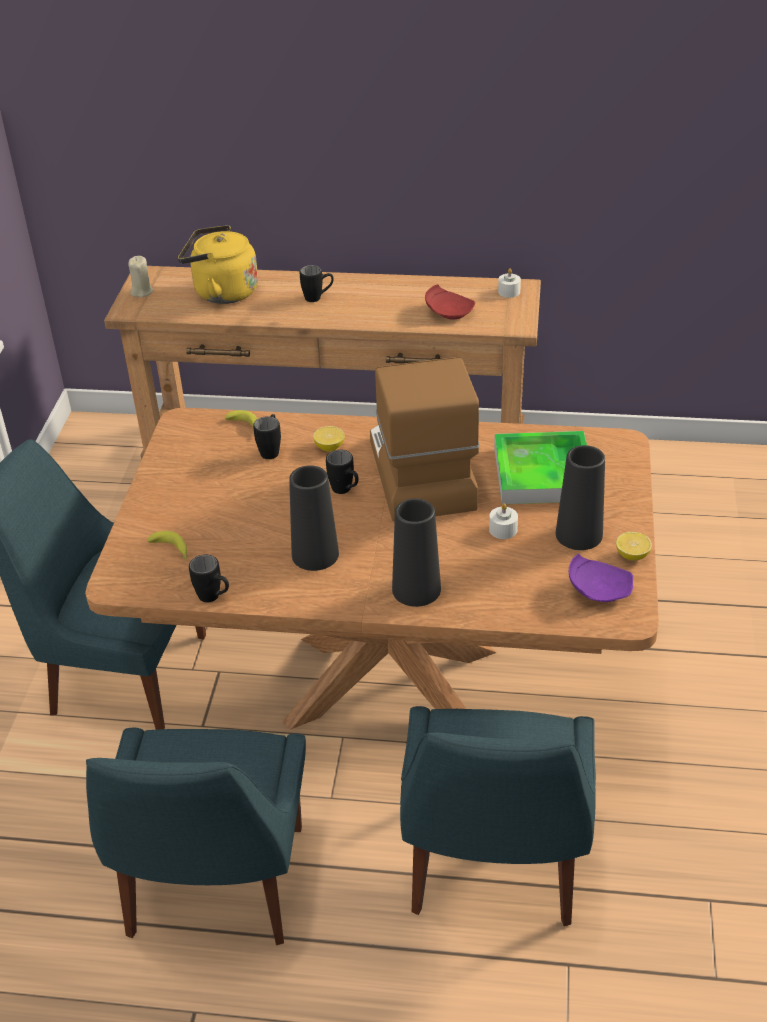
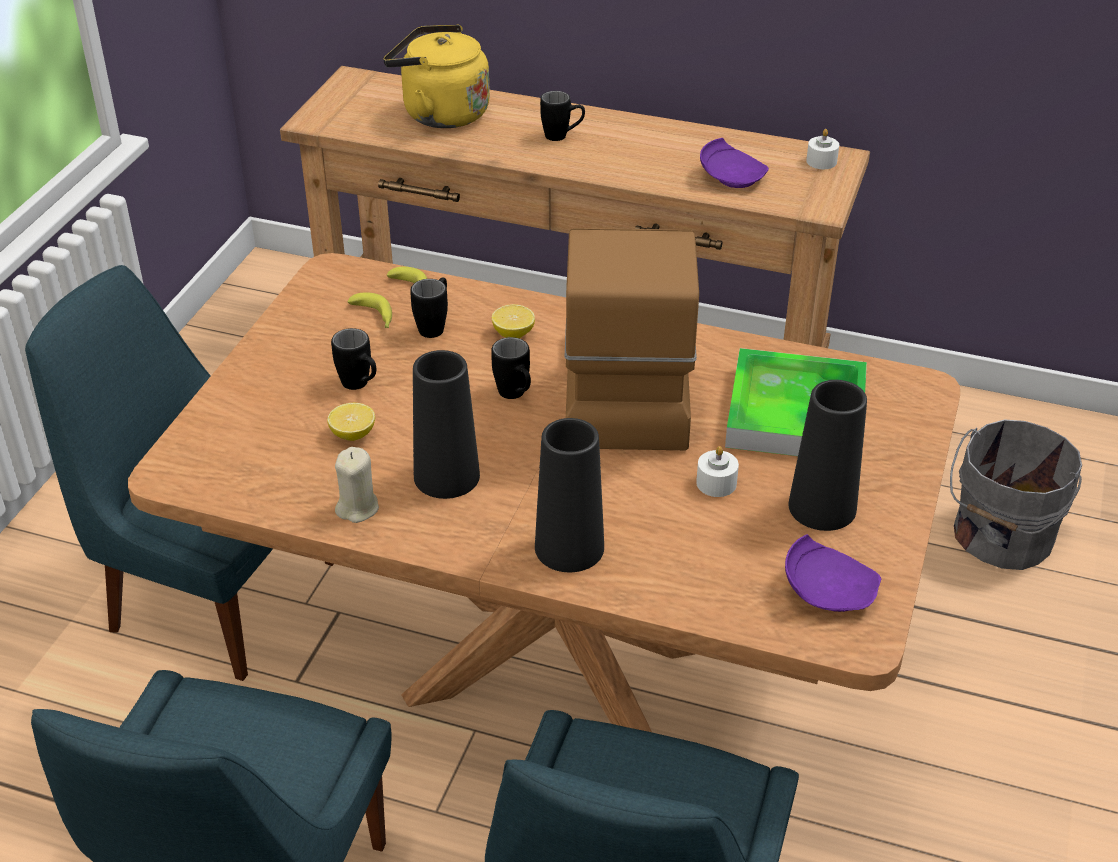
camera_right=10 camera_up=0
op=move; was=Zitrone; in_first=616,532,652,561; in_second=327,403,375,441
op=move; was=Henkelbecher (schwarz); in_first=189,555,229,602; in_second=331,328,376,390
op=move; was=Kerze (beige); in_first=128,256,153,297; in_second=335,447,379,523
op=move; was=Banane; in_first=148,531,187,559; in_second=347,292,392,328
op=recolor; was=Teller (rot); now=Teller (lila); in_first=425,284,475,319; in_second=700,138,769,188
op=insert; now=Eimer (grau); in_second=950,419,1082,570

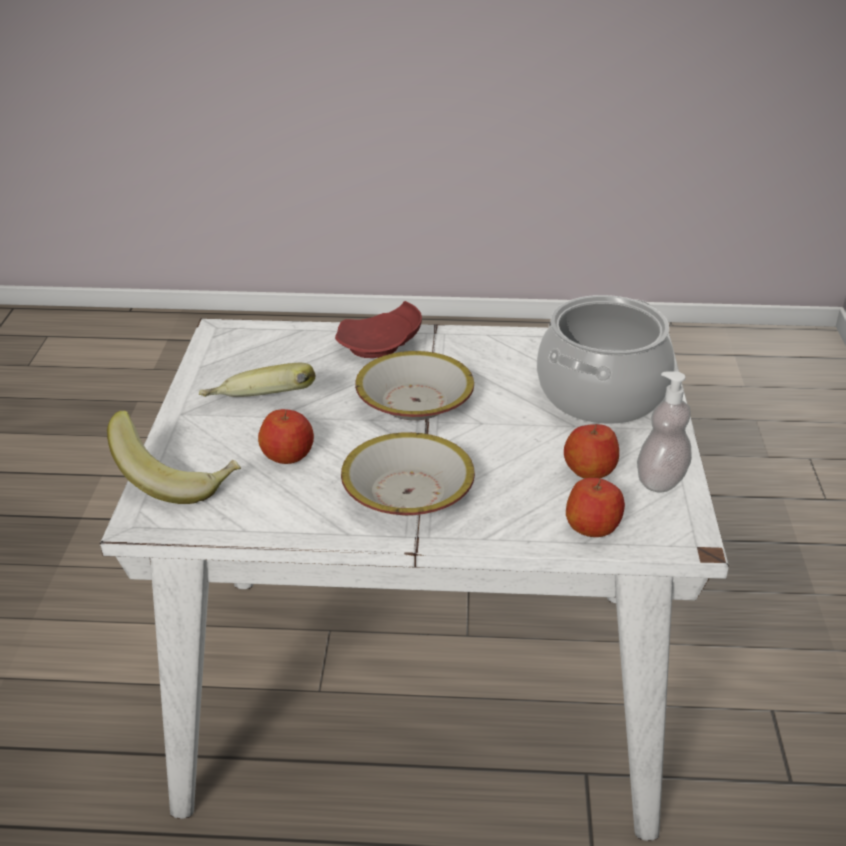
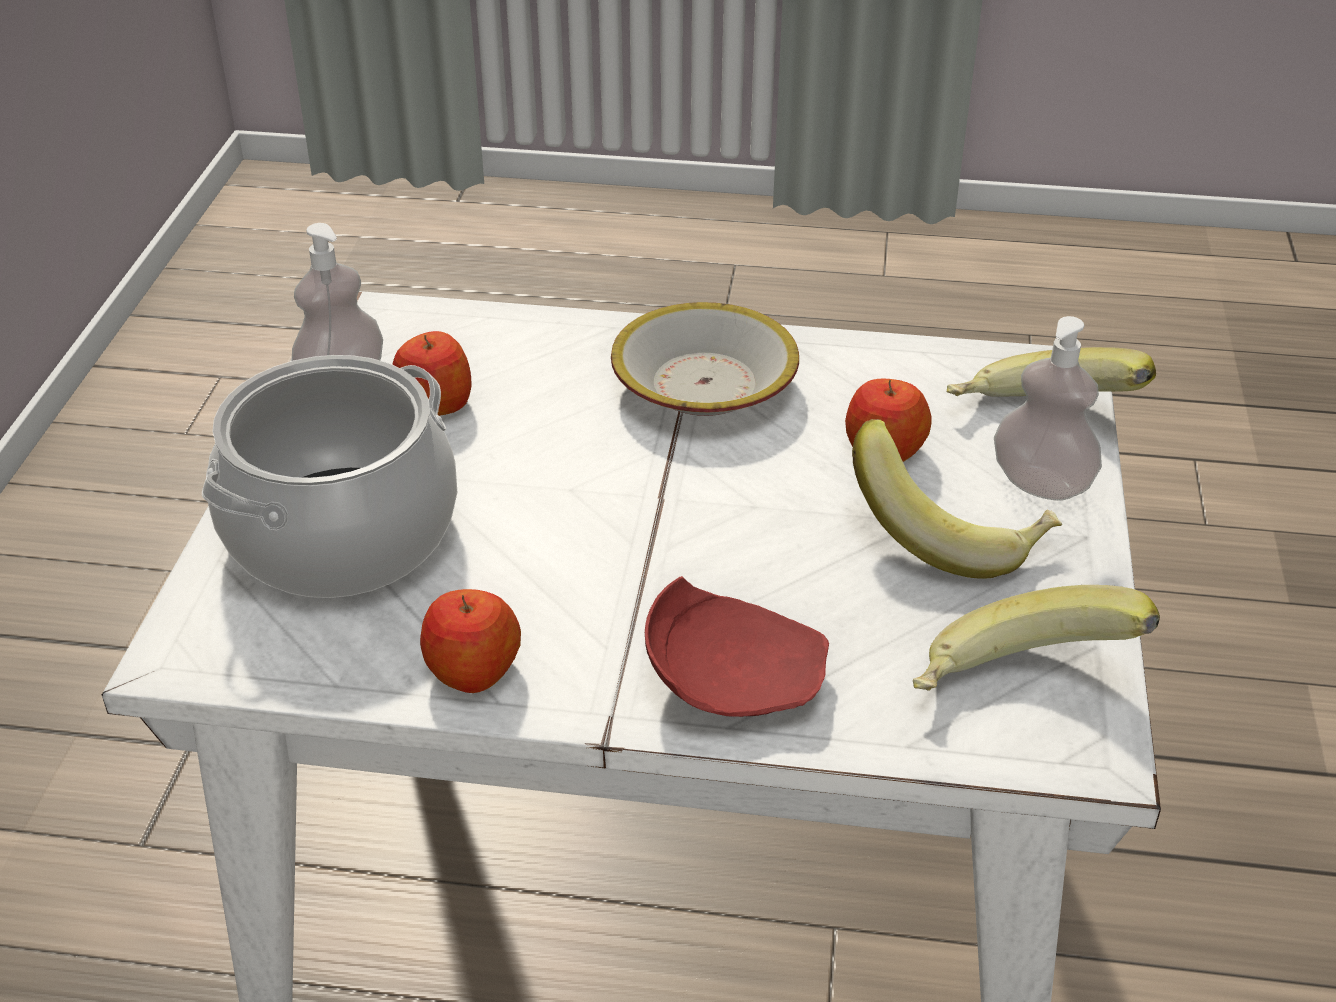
camera_right=-175 camera_up=5
op=move; was=Apfel; in_first=566,478,625,537; in_second=420,589,521,693
op=insert; now=Banane; in_second=913,585,1160,691
op=insert; now=Seifenspender; in_second=994,316,1102,501
op=delete; was=Schüssel; in_first=355,351,474,420

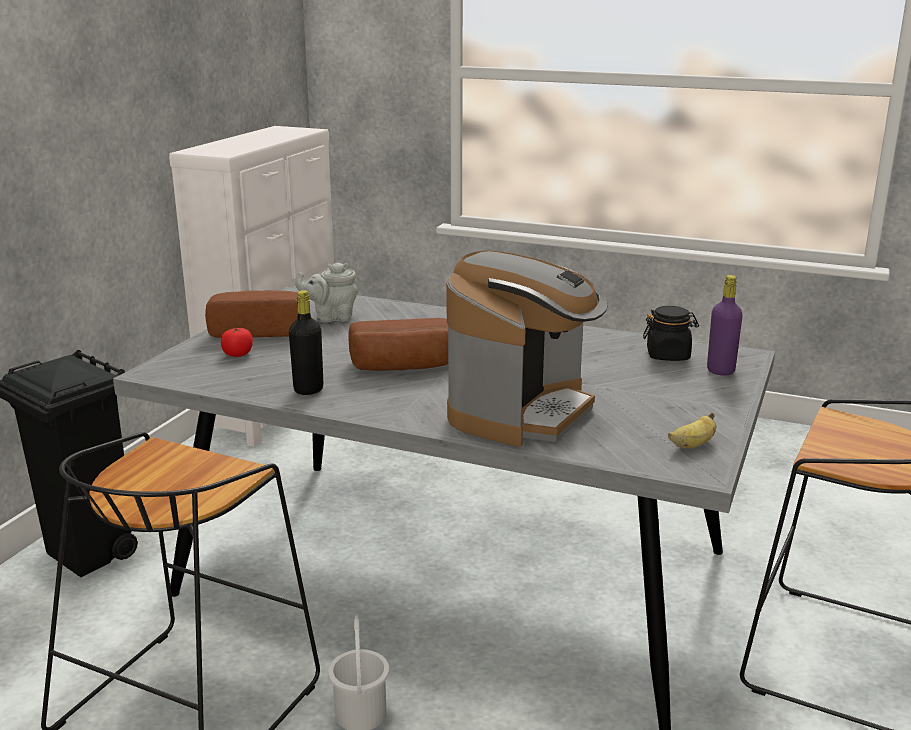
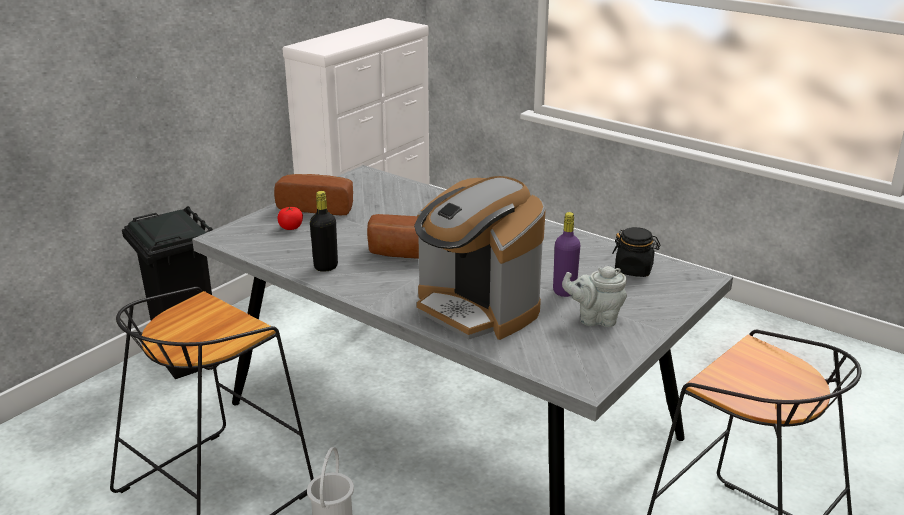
camera_right=15 camera_up=5
op=rotate; was=Kaffeemaschine; in_first=446,251,608,447; in_second=414,176,546,340; clockwise=90
op=move; was=Flasche (lila); in_first=707,275,743,376; in_second=553,212,580,297
op=move; was=Teekanne (grau); in_first=295,262,358,323; in_second=562,266,627,327
op=delete; was=Banane; in_first=668,413,716,448

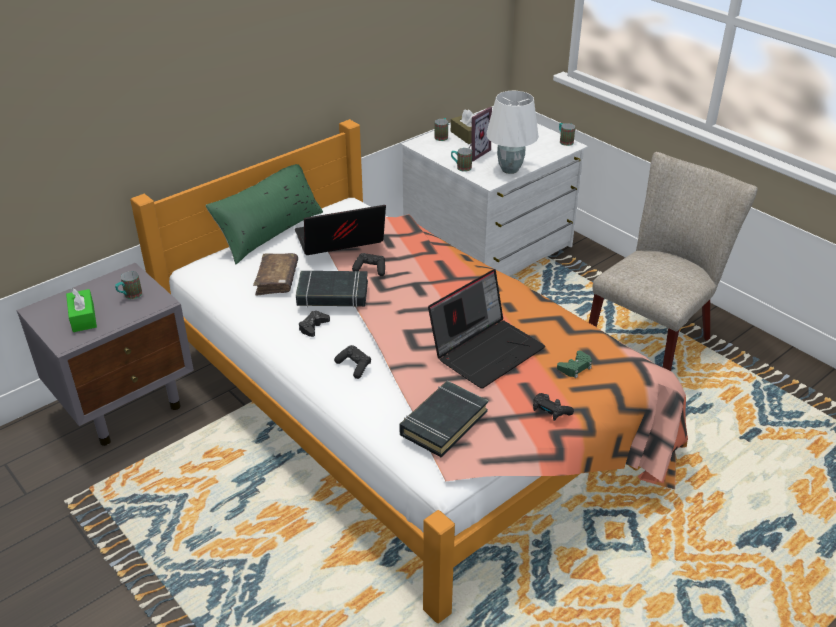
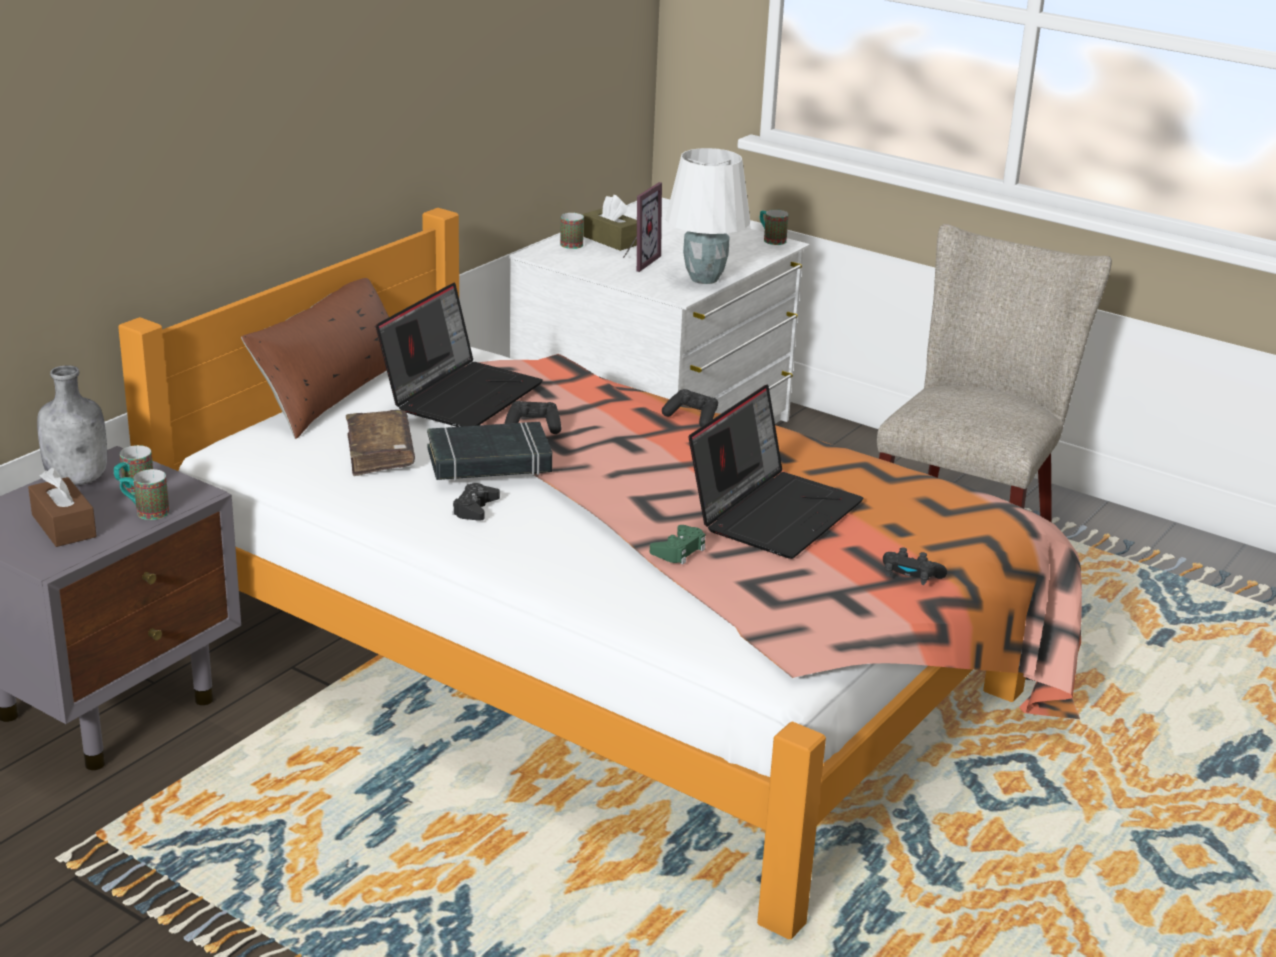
camera_right=-15 camera_up=-10
op=recolor; was=Taschentuchbox (grün); now=Taschentuchbox (braun); in_first=66,288,97,332; in_second=28,468,97,547
op=insert; now=Flasche (grau); in_second=37,365,107,486
op=move; was=Henkelbecher; in_first=451,148,472,172; in_second=120,469,169,520
op=recolor; was=Kissen (grün); now=Kissen (braun); in_first=205,164,323,264; in_second=241,278,389,439
op=rotate; was=Laptop; in_first=295,205,386,255; in_second=376,283,543,427; clockwise=150
op=move; was=Gamepad (grün); in_first=557,350,592,378; in_second=650,525,705,564
op=move; was=Gamepad (schwarz); in_first=334,345,371,379; in_second=662,389,718,427
op=delete; was=Buch (schwarz); in_first=399,381,488,457

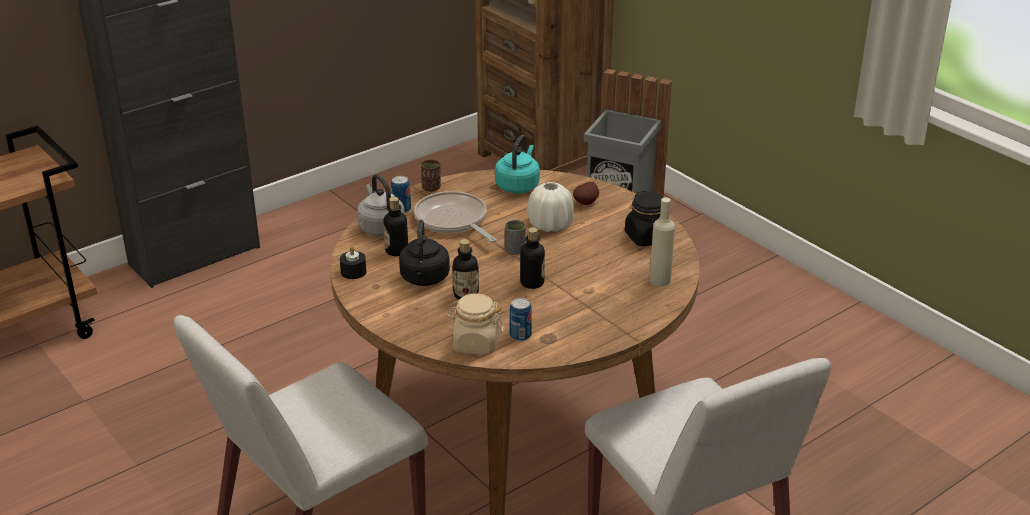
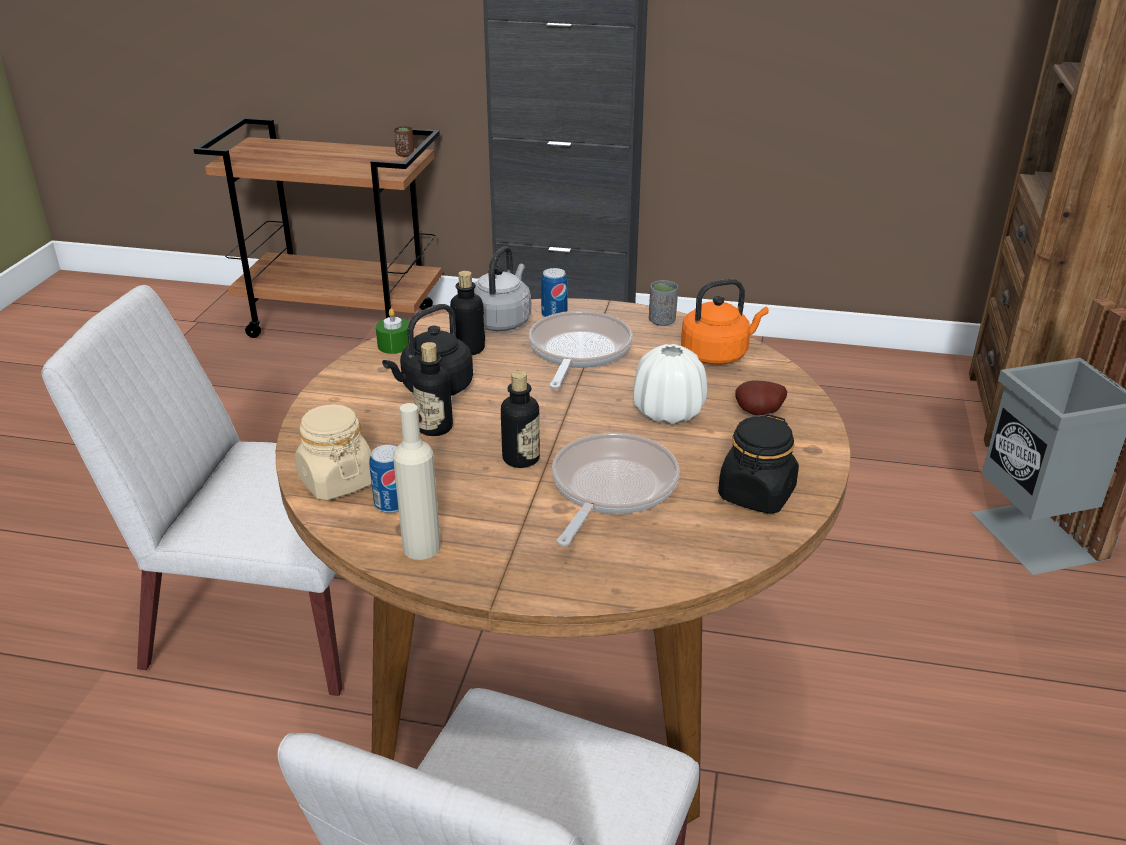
camera_right=50 camera_up=0
op=recolor; was=Kerze (schwarz); now=Kerze (grün); in_first=340,246,366,279; in_second=376,308,410,354
op=move; was=Flasche (beige); in_first=649,197,675,287; in_second=393,403,441,560
op=move; was=Tasse (braun); in_first=421,160,441,192; in_second=394,126,414,157
op=insert; now=Pfanne; in_second=552,433,680,546
op=move; was=Tasse (grau); in_first=505,220,526,255; in_second=649,280,678,326
op=recolor; was=Wasserkessel (türkis); now=Wasserkessel (orange); in_first=495,135,540,194; in_second=681,279,769,365

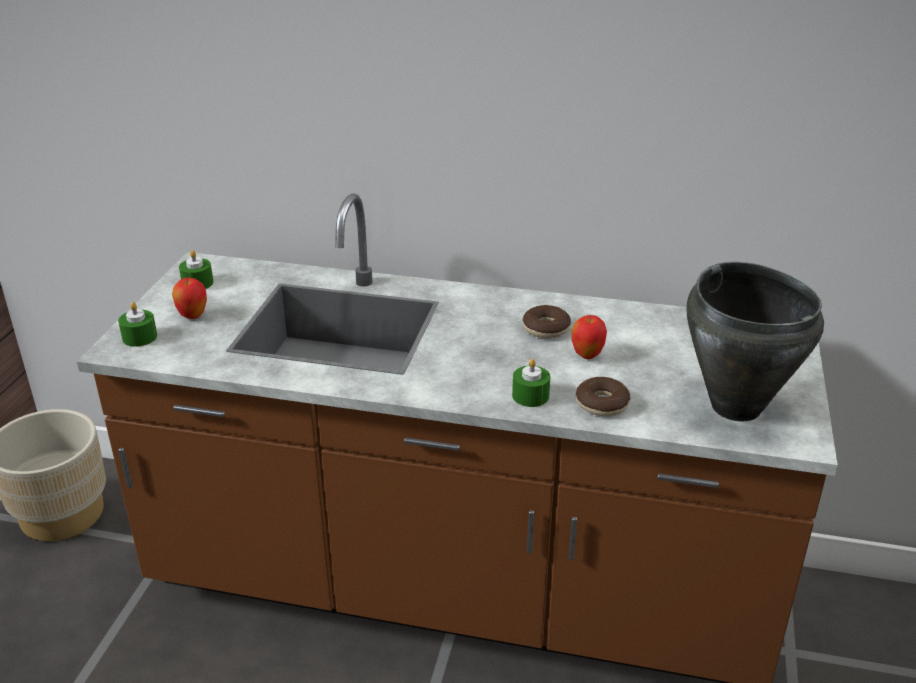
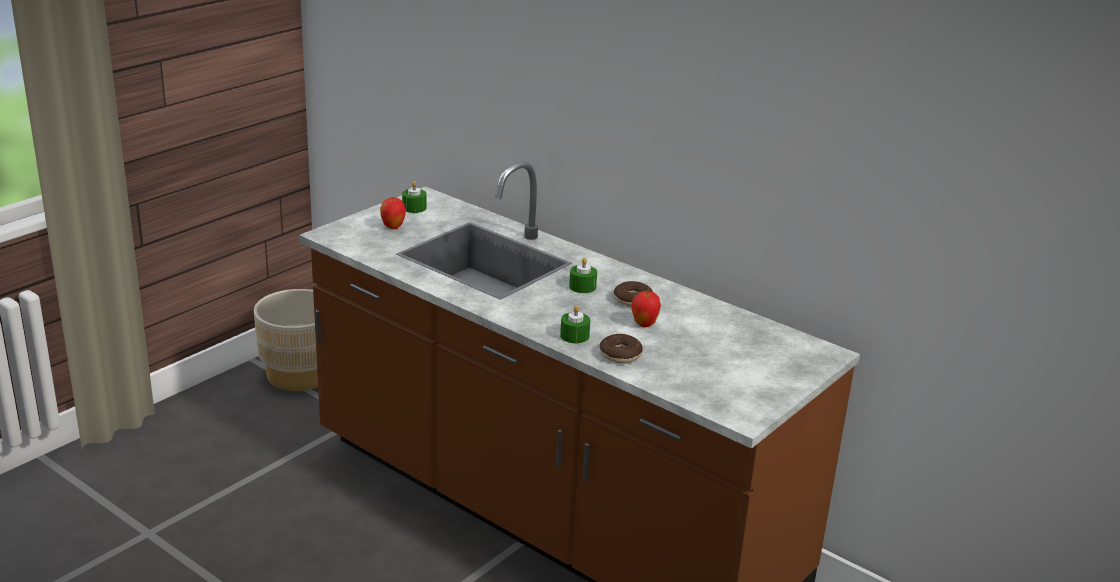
camera_right=25 camera_up=-5
op=move; was=Kerze (grün); in_first=118,302,157,347; in_second=569,257,597,293
op=delete; was=Kochtopf (schwarz); in_first=687,262,824,421

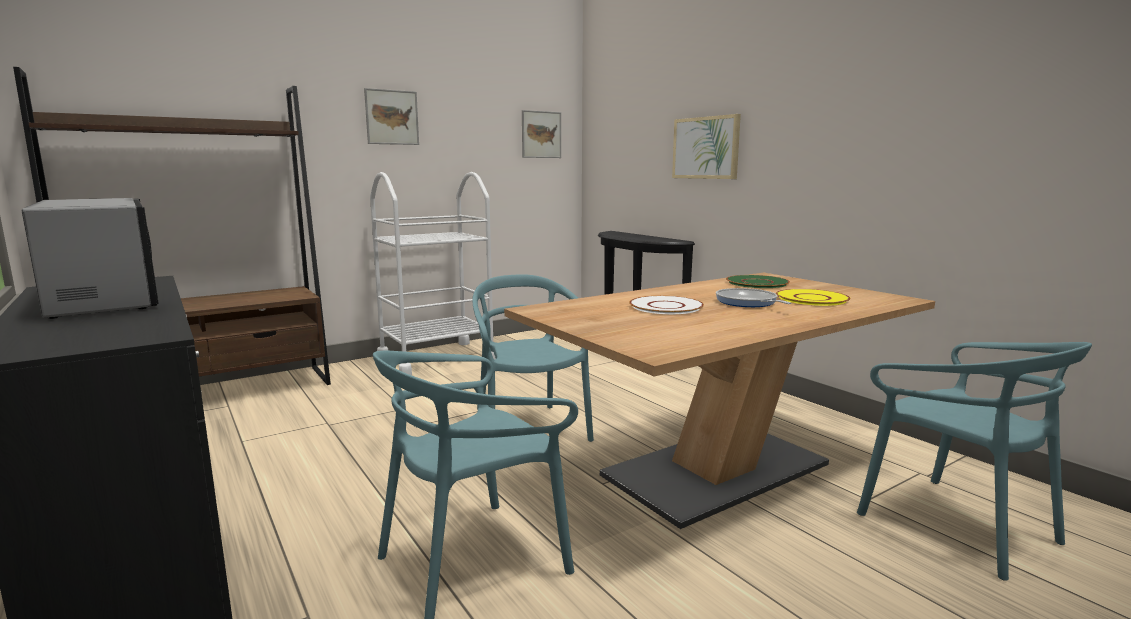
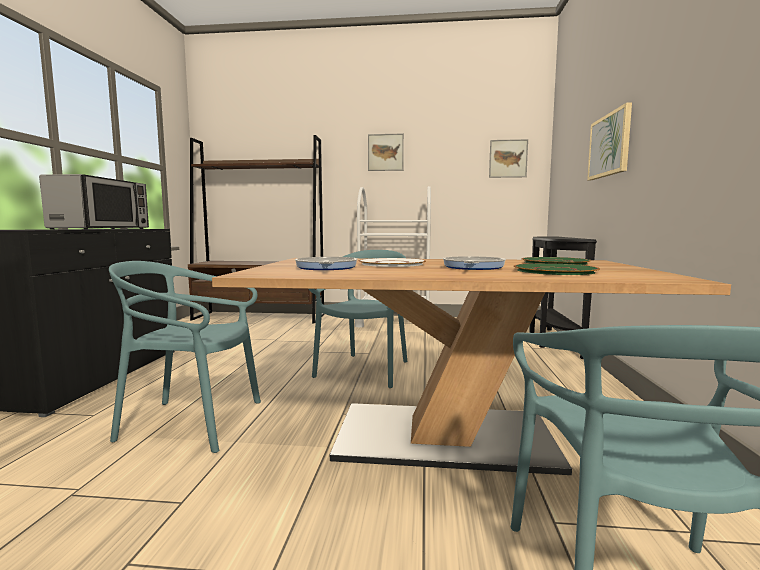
camera_right=40 camera_up=-5
op=insert; now=Pfanne; in_second=295,257,357,270
op=recolor; was=Teller (gelb); now=Teller (grün); in_first=776,289,850,306; in_second=514,263,600,275

